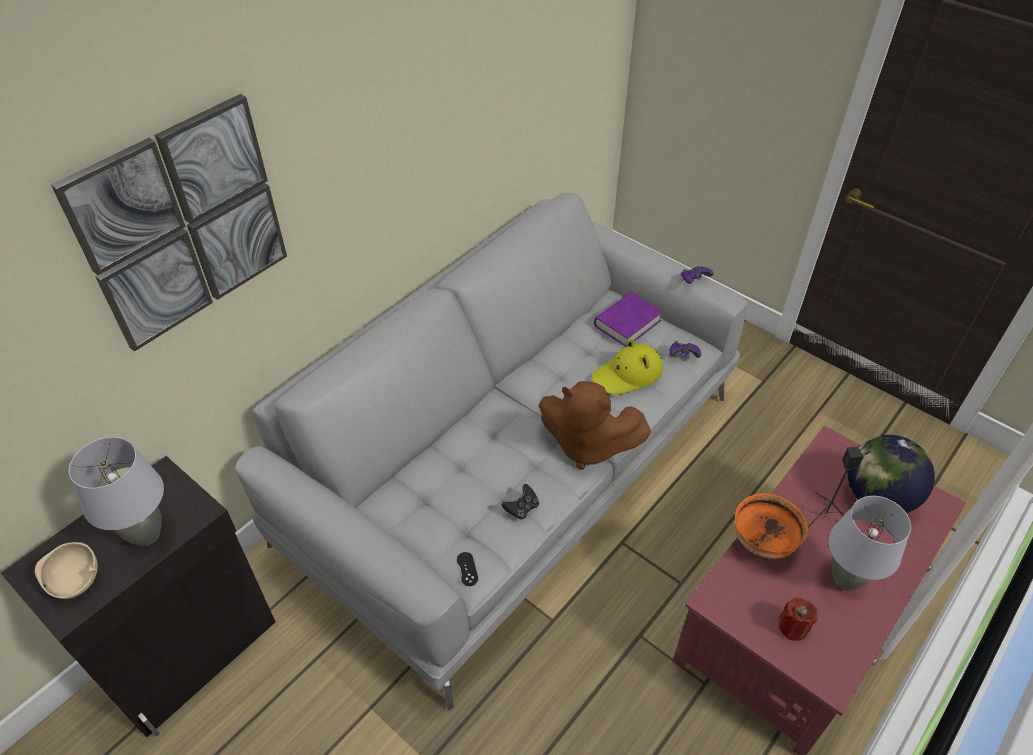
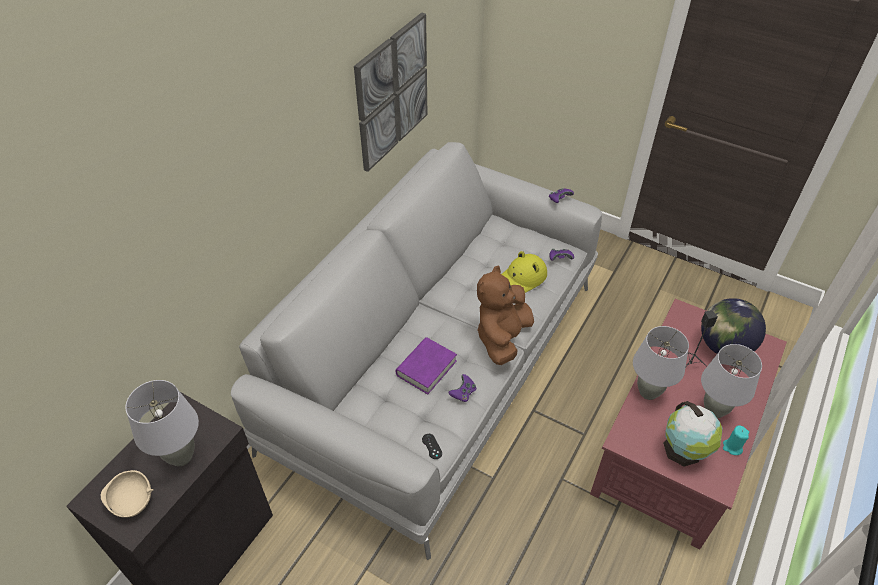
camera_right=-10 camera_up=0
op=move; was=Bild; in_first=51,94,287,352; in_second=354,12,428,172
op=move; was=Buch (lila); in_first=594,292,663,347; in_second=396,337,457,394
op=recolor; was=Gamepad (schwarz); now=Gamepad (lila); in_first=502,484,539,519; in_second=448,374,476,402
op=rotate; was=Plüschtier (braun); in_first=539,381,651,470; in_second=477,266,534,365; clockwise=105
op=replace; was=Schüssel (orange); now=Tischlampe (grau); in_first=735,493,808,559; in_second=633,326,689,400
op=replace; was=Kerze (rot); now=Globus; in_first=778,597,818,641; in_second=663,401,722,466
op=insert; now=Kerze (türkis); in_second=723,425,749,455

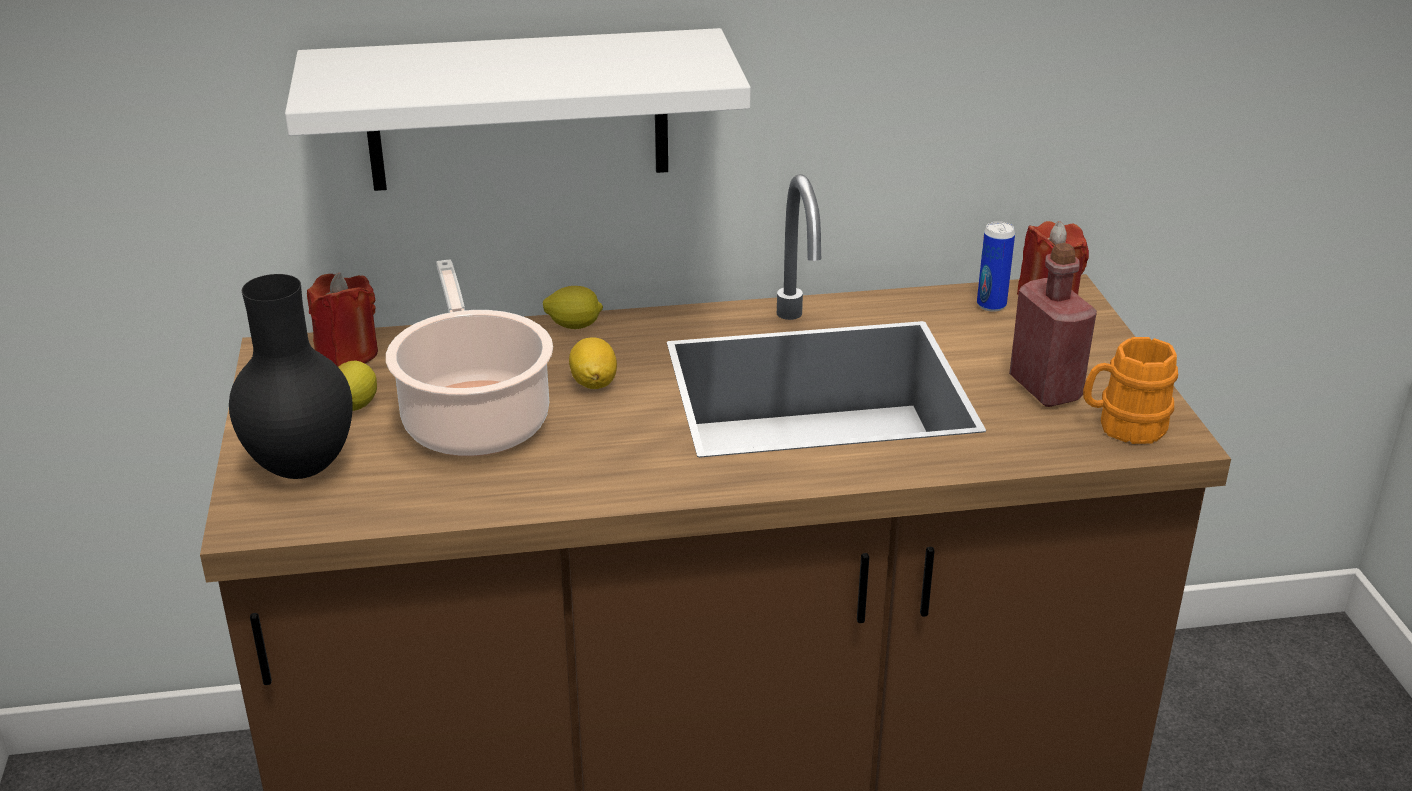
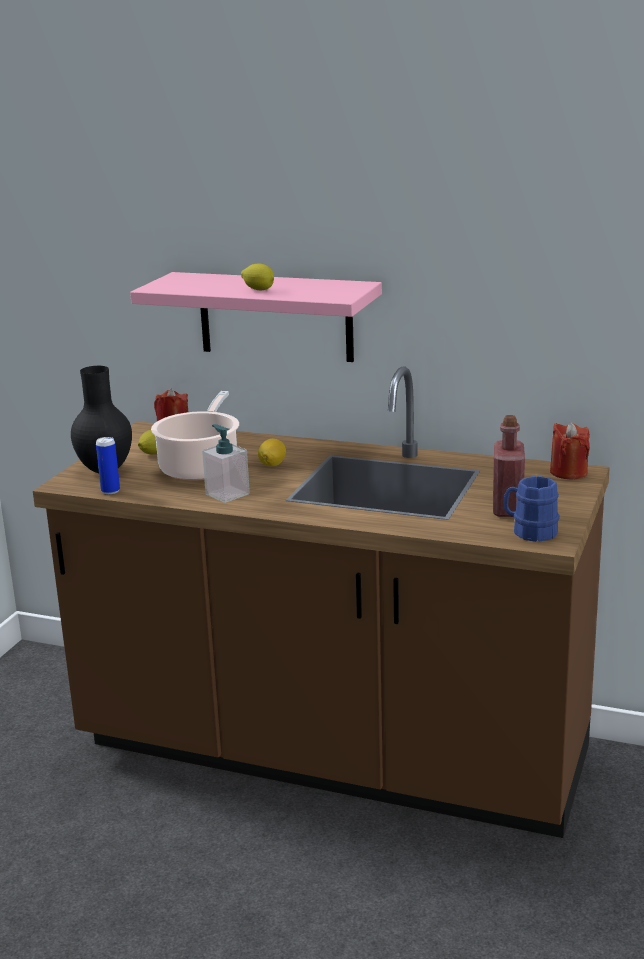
camera_right=30 camera_up=-10
op=move; was=Dose; in_first=977,221,1015,312; in_second=96,437,120,494
op=recolor; was=Wandregal (weiß); now=Wandregal (rosa); in_first=285,28,751,191; in_second=130,272,382,362
op=insert; now=Seifenspender; in_second=202,424,250,503
op=move; was=Zitrone; in_first=543,286,603,329; in_second=241,264,274,290
op=recolor; was=Henkelbecher (orange); now=Henkelbecher (blau); in_first=1083,337,1178,444; in_second=503,476,560,542

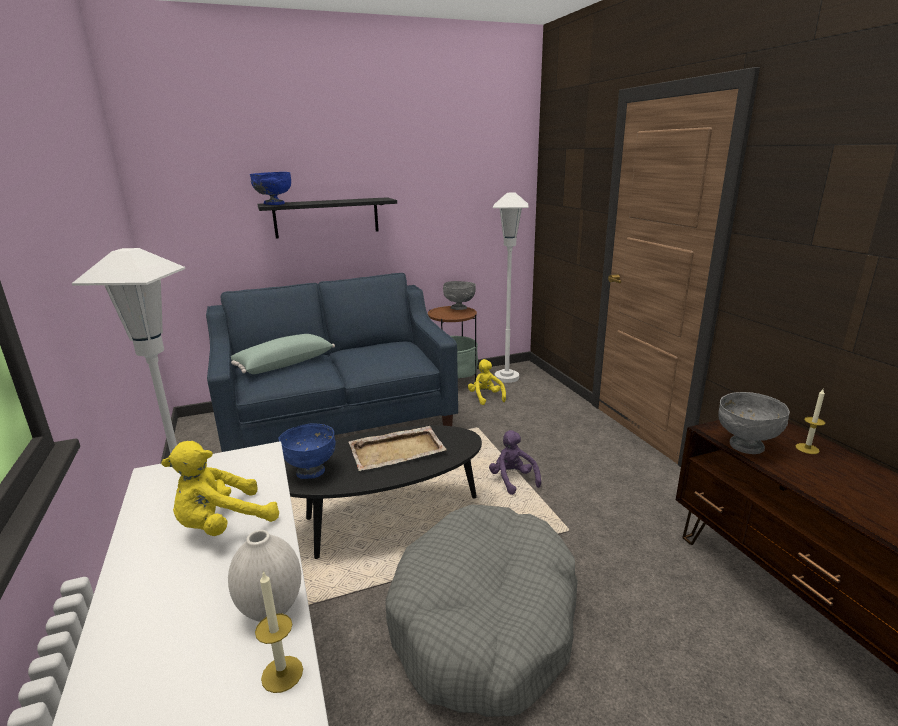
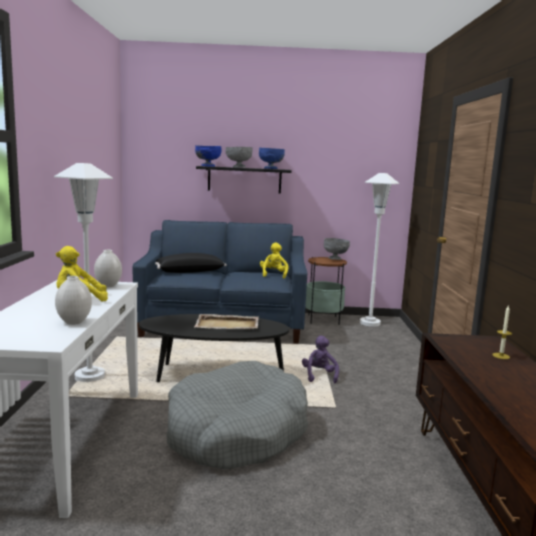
camera_right=20 camera_up=-10
op=insert; now=Vase (weiß); in_second=94,250,122,287
op=recolor; was=Kissen (grün); now=Kissen (schwarz); in_first=231,334,335,374; in_second=155,253,227,273
op=move; was=Schüssel (grau); in_first=718,392,790,454; in_second=226,147,253,168
op=move; was=Schüssel (blau); in_first=279,423,336,479; in_second=259,148,285,169
op=move; was=Plüschtier (gelb); in_first=468,359,506,405; in_second=260,242,288,279
op=delete; was=Kerze; in_first=255,571,303,693

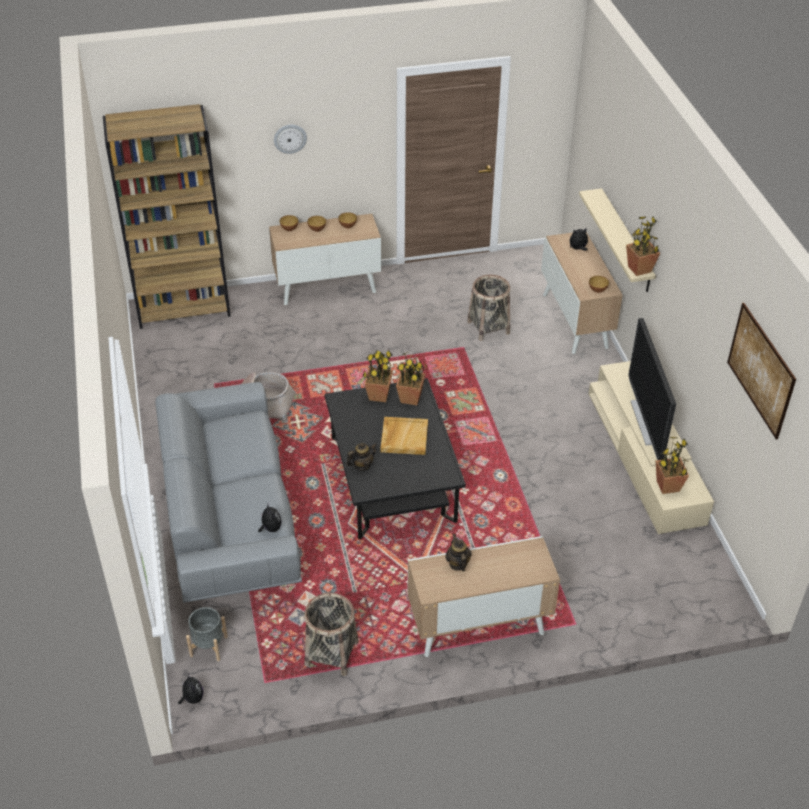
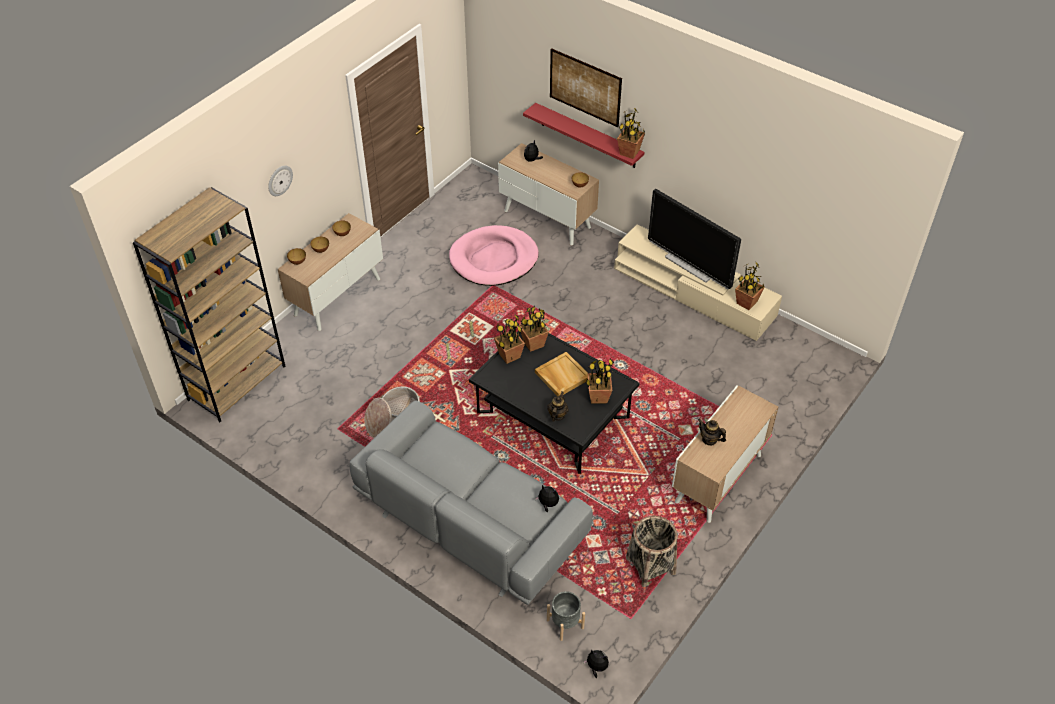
camera_right=-40 camera_up=5
op=replace; was=Korb; now=Hundebett (rosa); in_first=467,275,510,341; in_second=449,225,539,286
op=recolor; was=Wandregal (beige); now=Wandregal (rot); in_first=579,188,656,292; in_second=523,103,644,168
op=move; was=Bild; in_first=727,303,796,440; in_second=550,48,622,127
op=insert; now=Topfpflanze; in_second=586,358,614,404

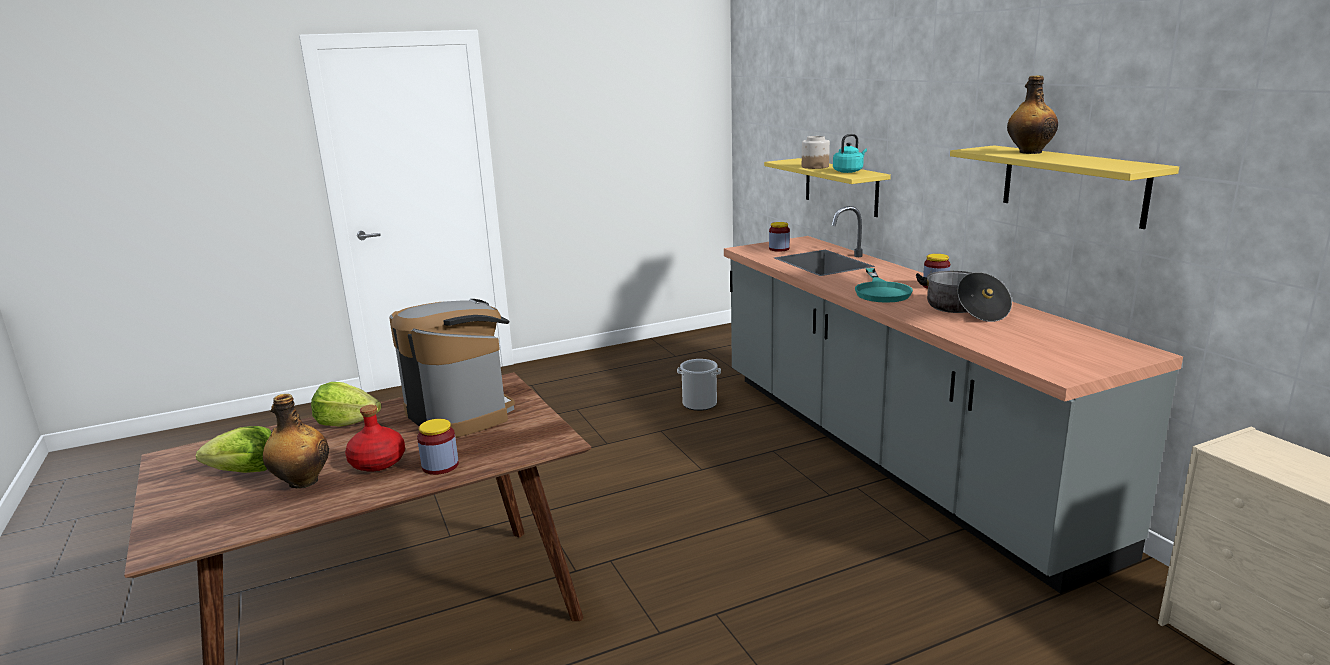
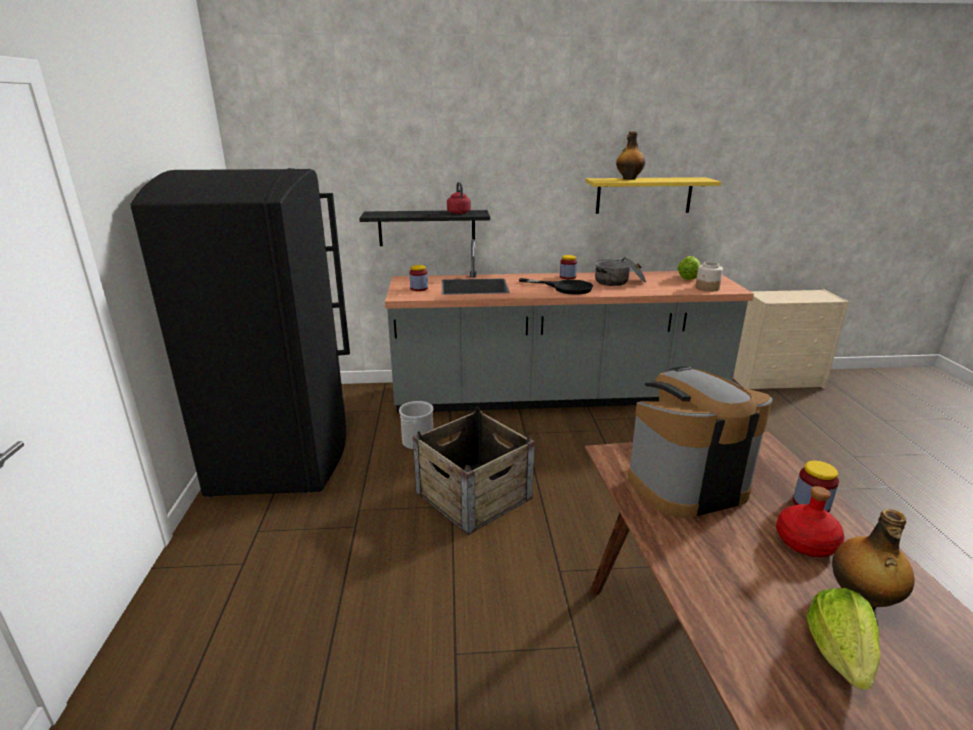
camera_right=-70 camera_up=5
op=insert; now=Kühlschrank (schwarz); in_second=130,168,350,498
op=recolor; was=Wandregal (gelb); now=Wandregal (schwarz); in_first=764,158,891,217; in_second=359,210,490,246
op=insert; now=Kiste; in_second=413,407,535,535
op=recolor; was=Wasserkessel (türkis); now=Wasserkessel (rot); in_first=833,134,867,173; in_second=447,182,471,214
op=recolor; was=Pfanne (türkis); now=Pfanne (schwarz); in_first=855,268,913,303; in_second=519,278,593,295
op=move; was=Salatkopf; in_first=311,382,382,427; in_second=678,256,700,280
op=move; was=Vorratsglas; in_first=802,136,830,169; in_second=696,262,723,292

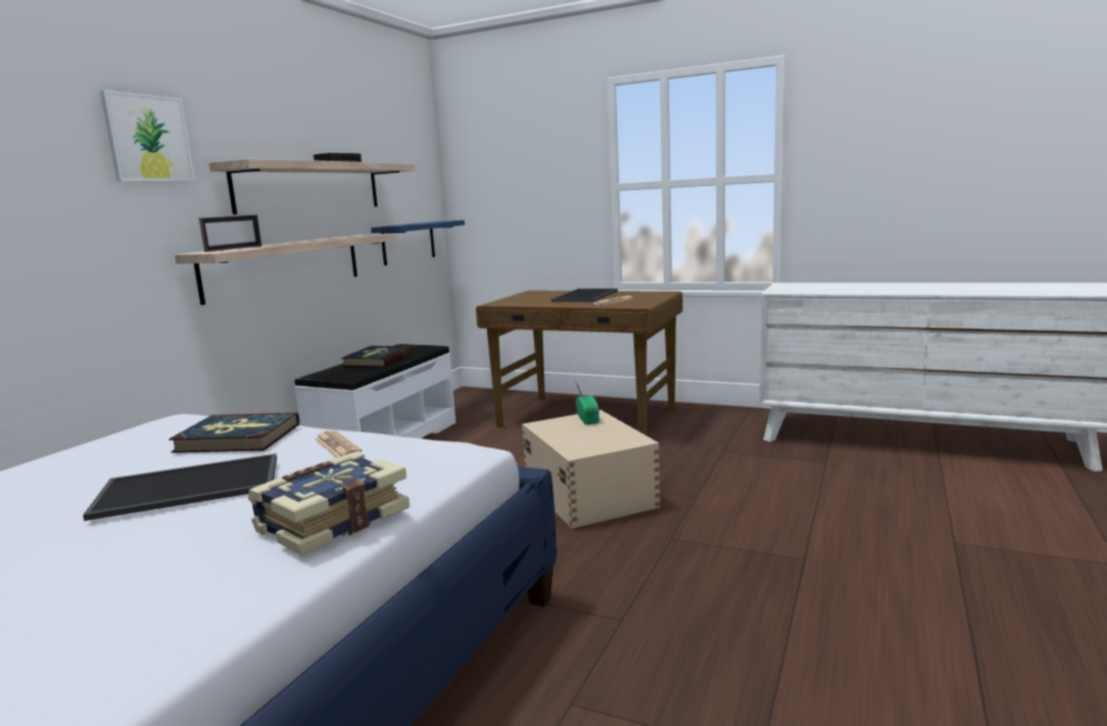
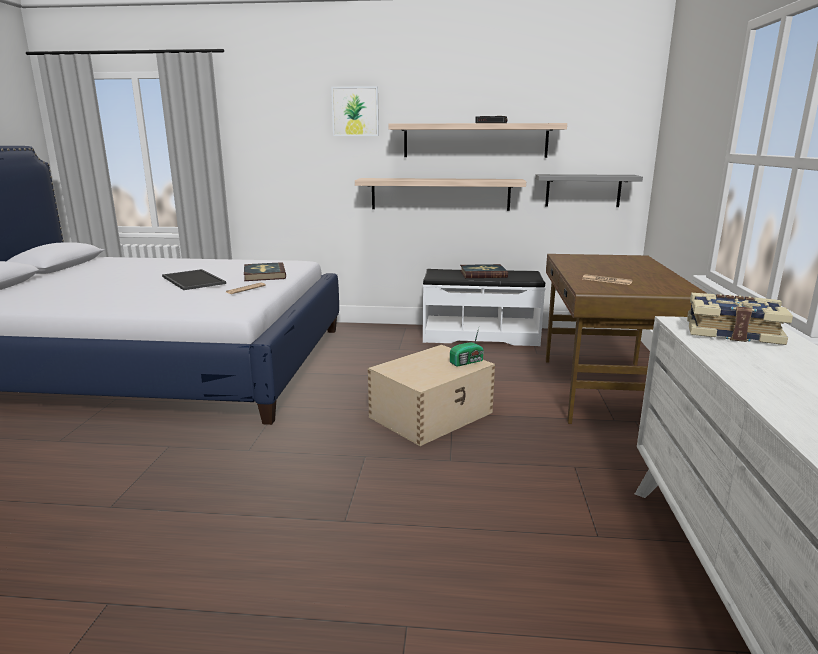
camera_right=70 camera_up=5
op=recolor; was=Wandregal (blau); now=Wandregal (grau); in_first=371,220,465,266; in_second=535,174,643,207
op=move; was=Buch; in_first=248,452,410,556; in_second=687,293,793,345
op=delete; was=Bilderrahmen; in_first=199,215,262,252
op=delete; was=Tablett; in_first=551,289,618,302

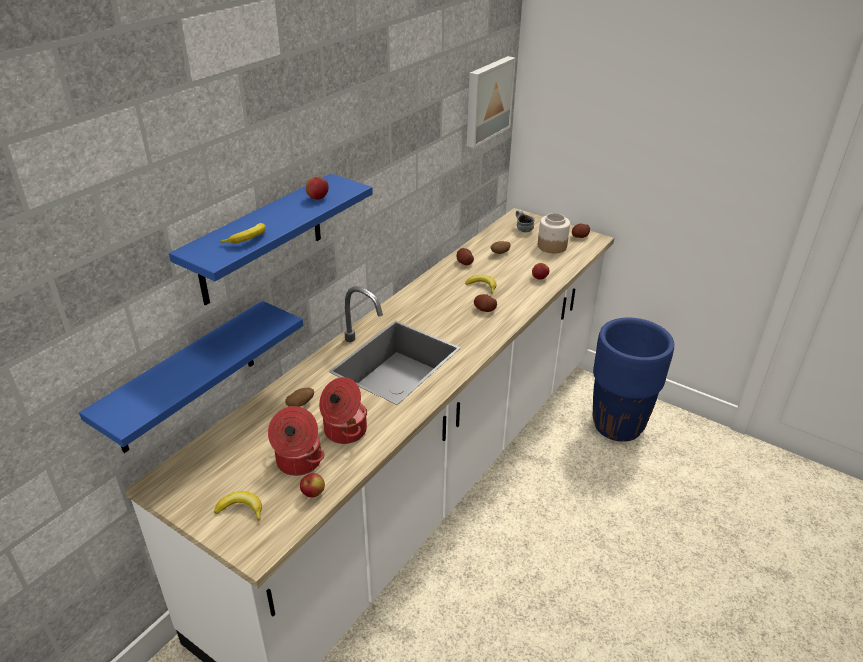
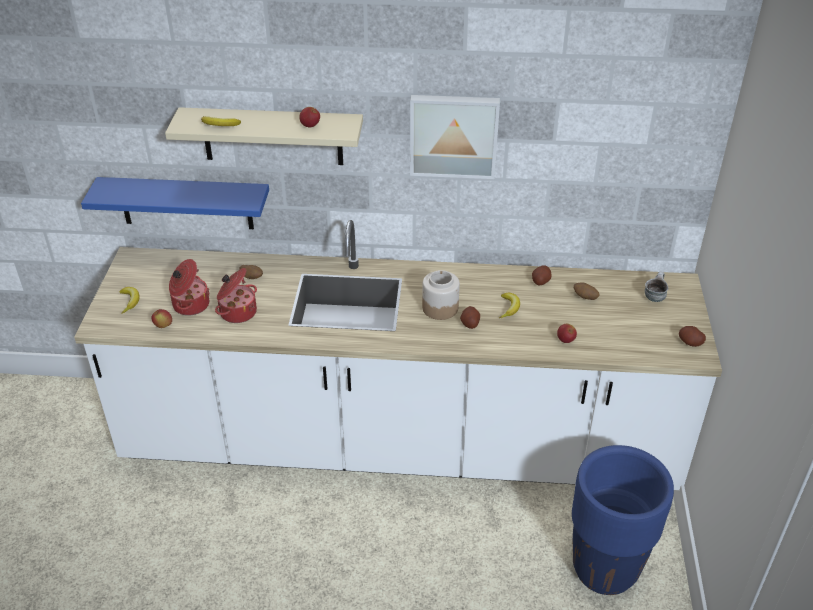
camera_right=60 camera_up=5
op=recolor; was=Wandregal (blau); now=Wandregal (beige); in_first=169,174,373,305; in_second=165,107,363,165
op=move; was=Bild; in_first=467,56,516,148; in_second=410,95,500,179
op=move; was=Vorratsglas; in_first=538,213,570,253; in_second=422,270,460,320

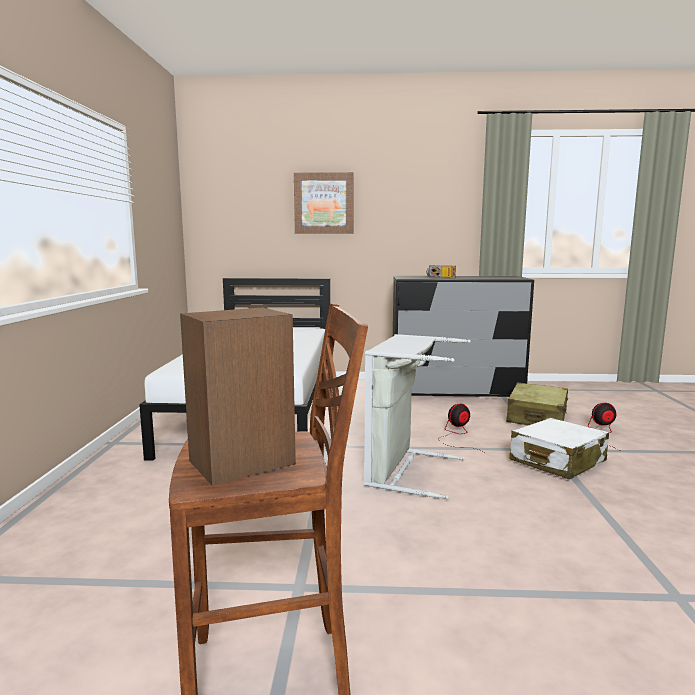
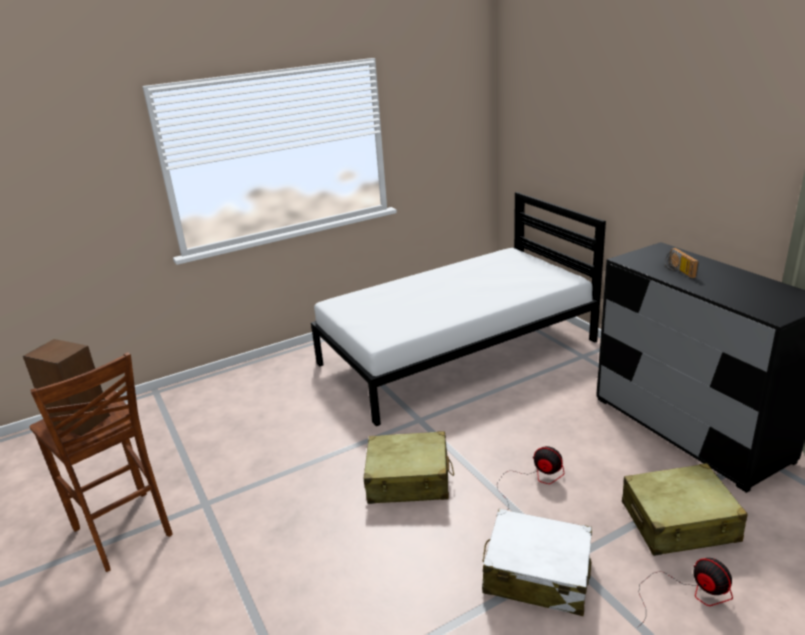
camera_right=60 camera_up=15
op=replace; was=Wäschekorb (grau); now=Koffer (beige); in_first=364,334,471,499; in_second=364,431,454,504
op=delete; was=Bild; in_first=294,172,354,234

